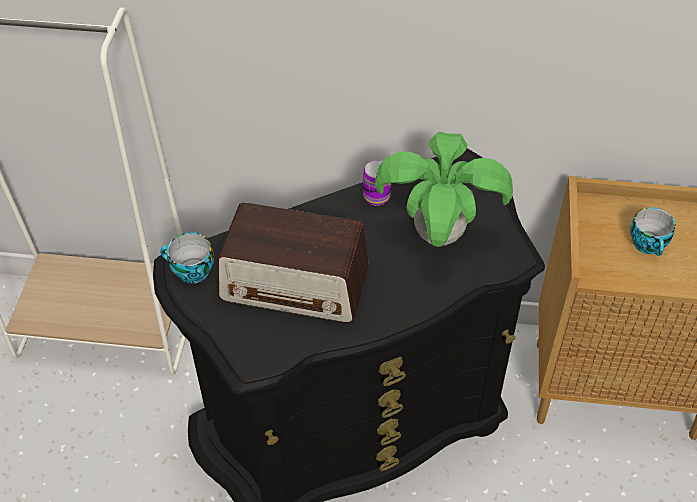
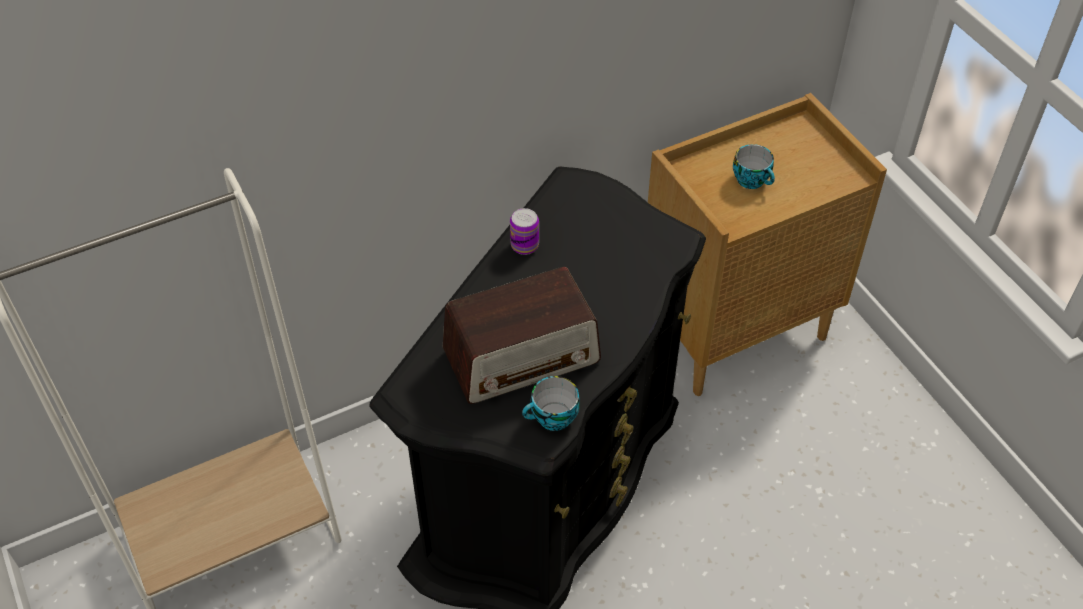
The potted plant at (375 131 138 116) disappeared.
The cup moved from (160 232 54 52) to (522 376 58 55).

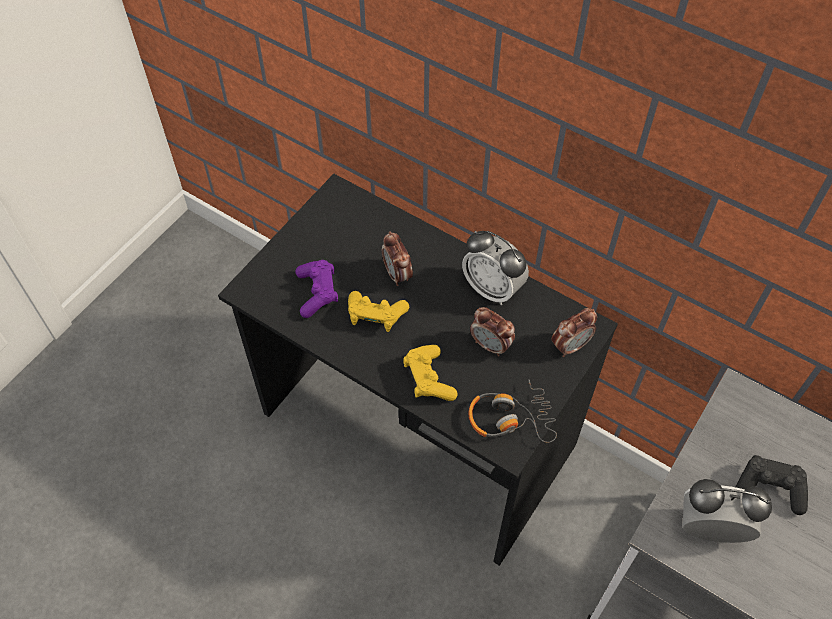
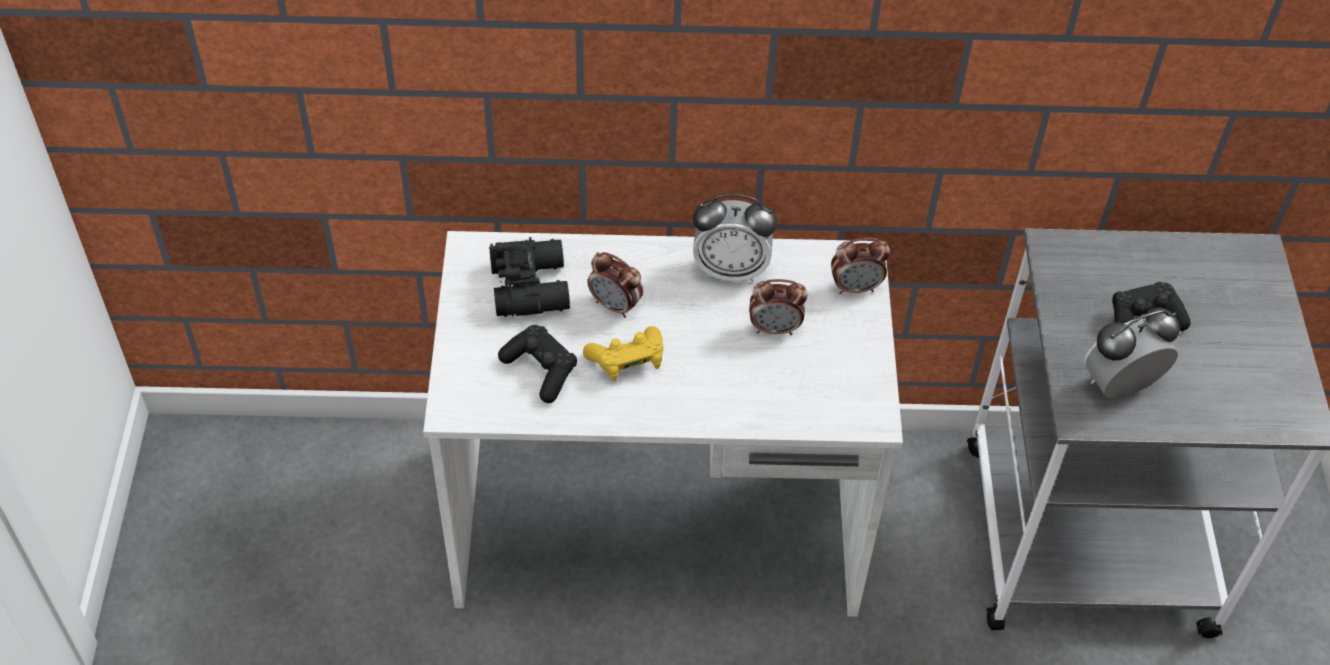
The game controller/yellow at (403 345 54 56) disappeared.
The headphones at (469 380 88 63) disappeared.
The binoculars/black at (489 237 81 80) appeared.
The desk/black at (218 174 400 392) became the desk/white at (423 231 480 386).
The game controller/purple at (295 260 43 58) became the game controller/black at (498 325 79 78).
The alarm clock at (552 308 45 49) turned 60 degrees clockwise.

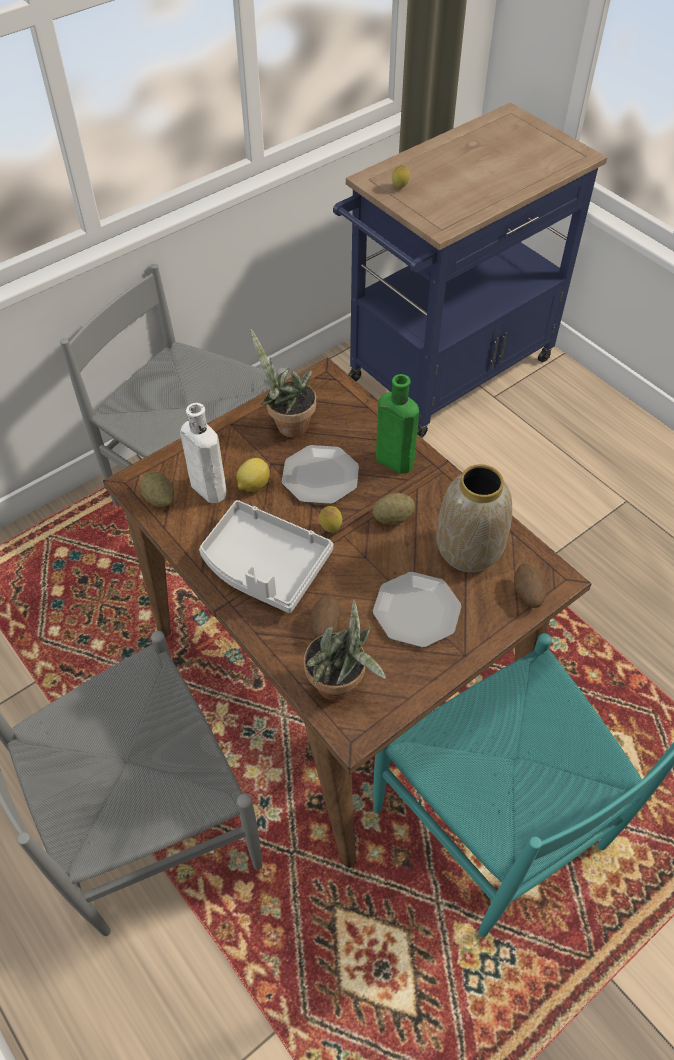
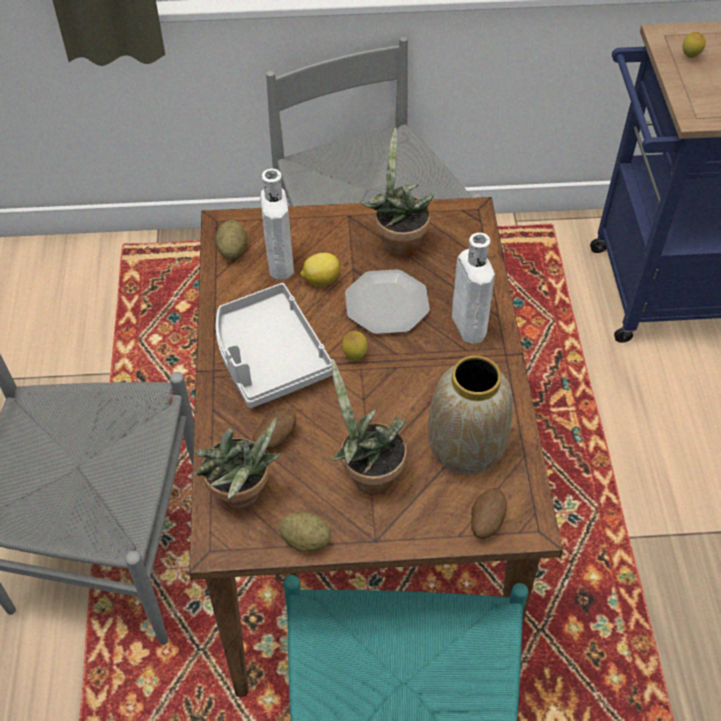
The potato moved from (373 493 42 32) to (279 512 52 40).
The plate at (373 572 88 76) was replaced by the potted plant at (332 358 75 137).
The bottle/green at (376 374 43 100) became the bottle/white at (452 232 43 112).

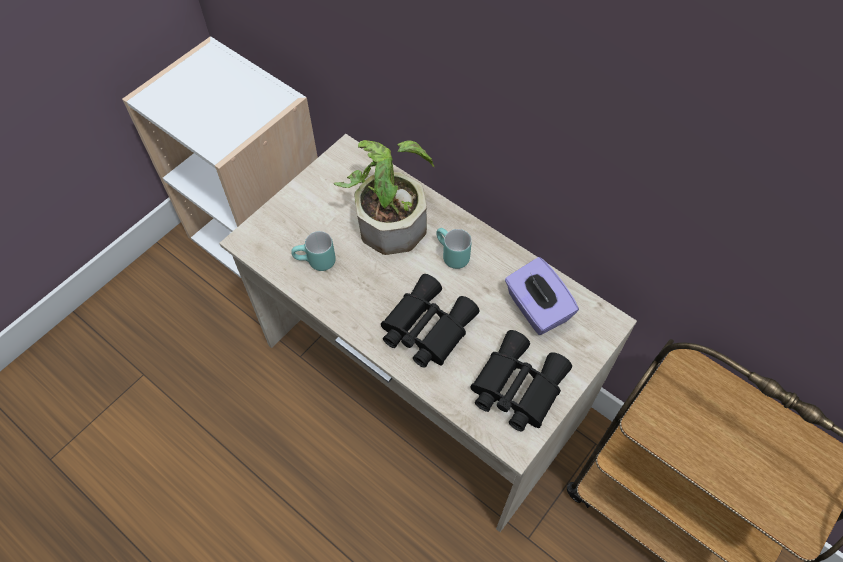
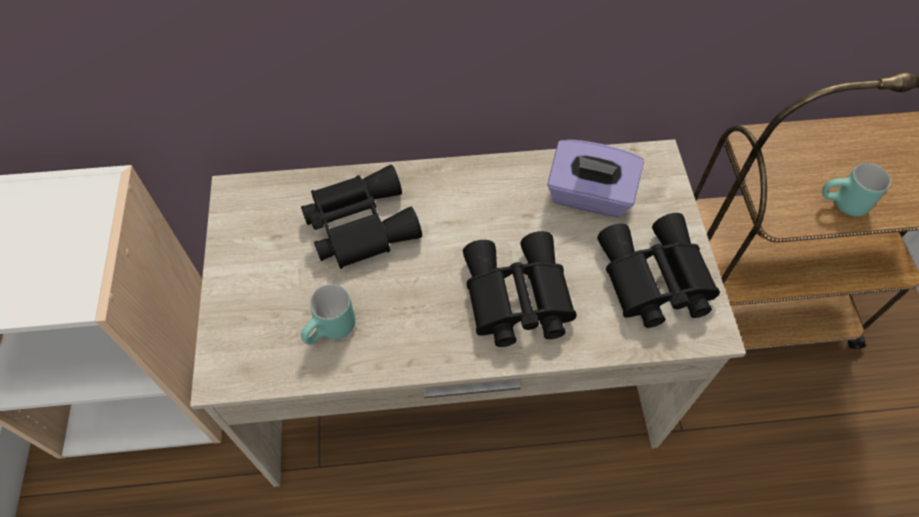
The mug/turquoise moved from (436 228 36 41) to (822 163 69 53).
The potted plant at (334 140 100 115) was replaced by the binoculars/black at (301 165 121 104).

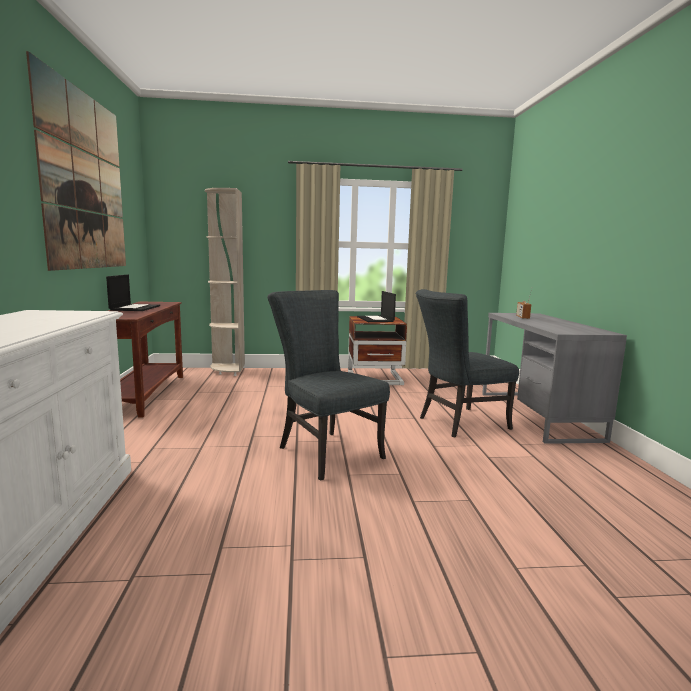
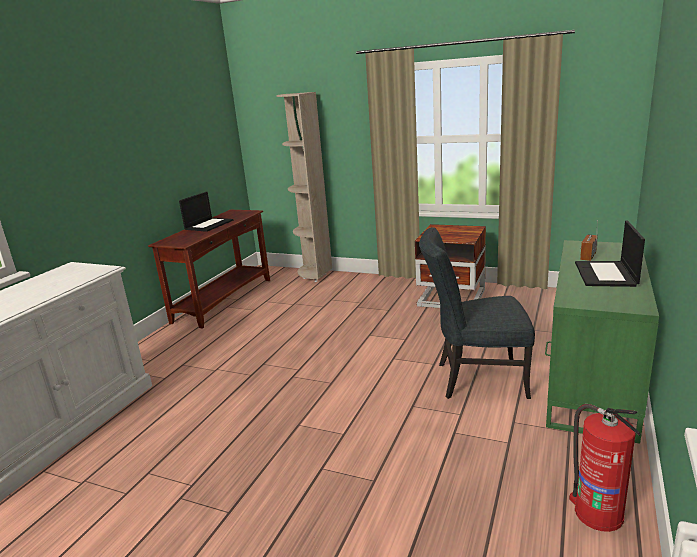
The picture at (26 51 100 220) disappeared.
The chair/grey at (267 290 123 191) disappeared.
The fire extinguisher at (569 404 72 128) appeared.
The laptop moved from (357 291 39 31) to (575 220 70 67).
The desk/grey at (482 313 145 131) became the desk/green at (545 240 114 204).

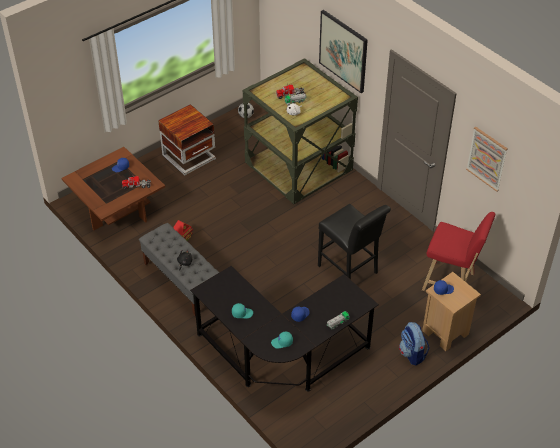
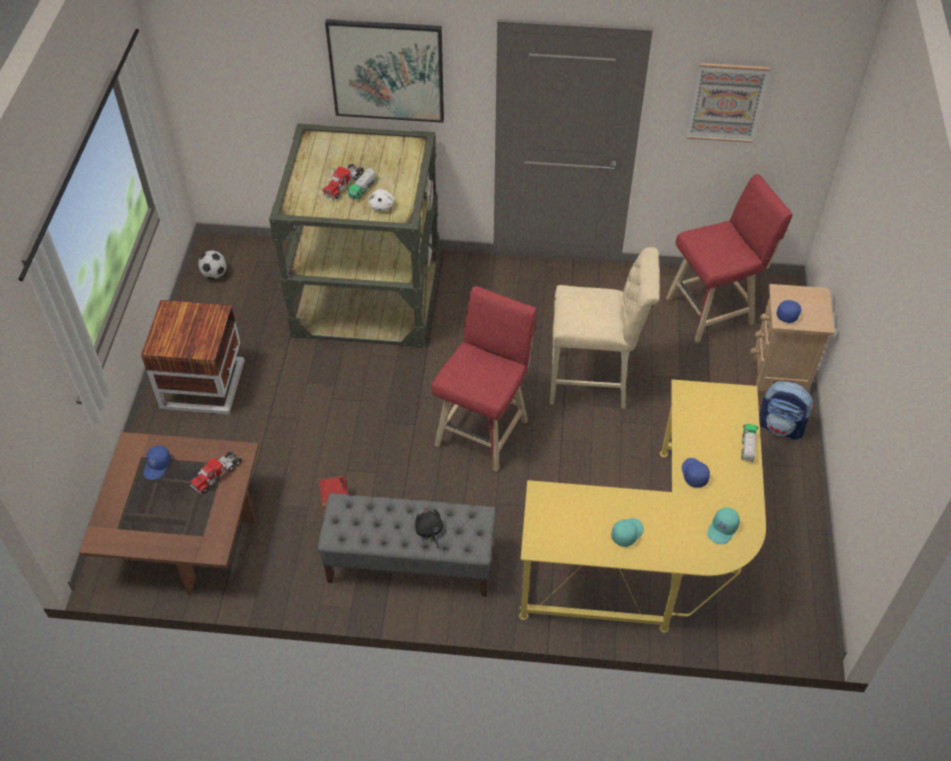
The stool/red at (431 286 105 185) appeared.
The desk/black at (190 266 189 126) became the desk/yellow at (519 379 247 254).
The stool/black at (318 204 73 76) became the stool/beige at (550 247 110 162).

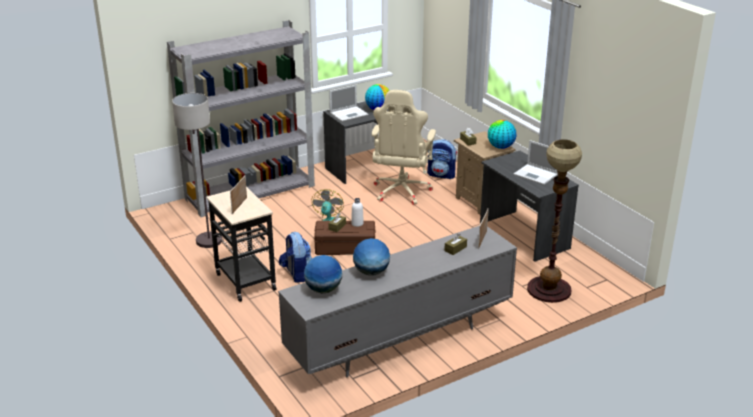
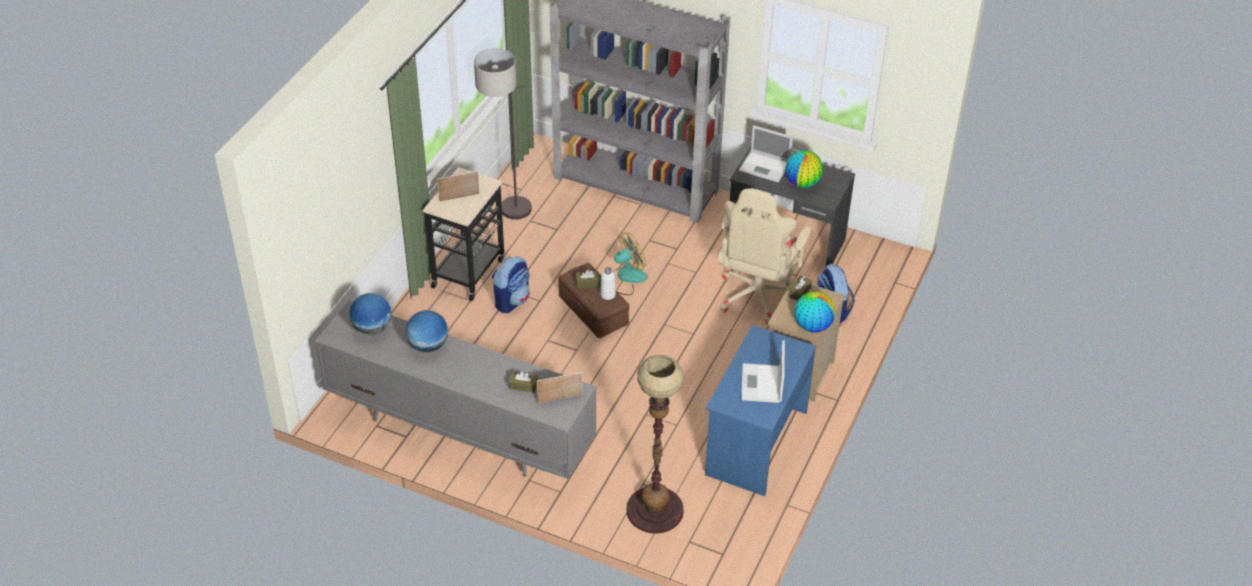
The desk/grey at (480 151 99 111) became the desk/blue at (705 325 111 171).
The office chair/beige at (372 90 64 115) turned 45 degrees counterclockwise.

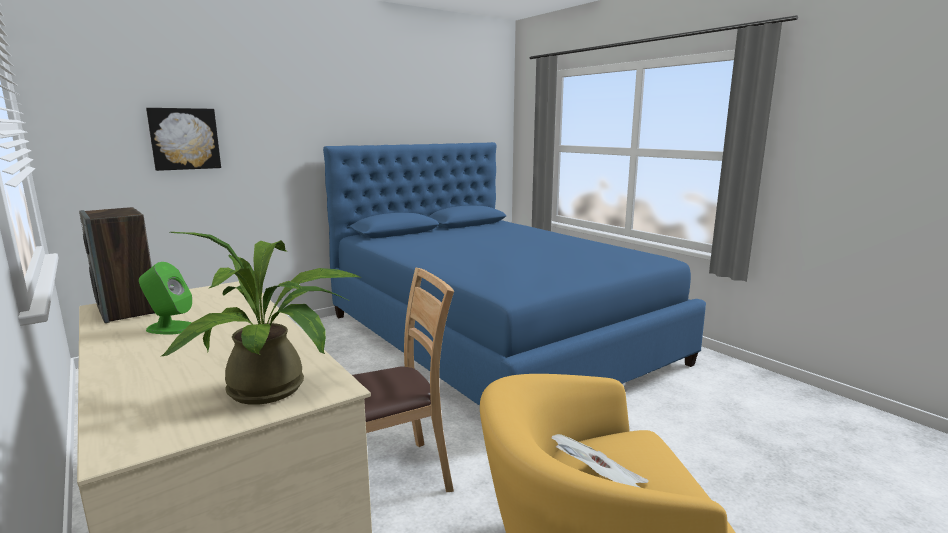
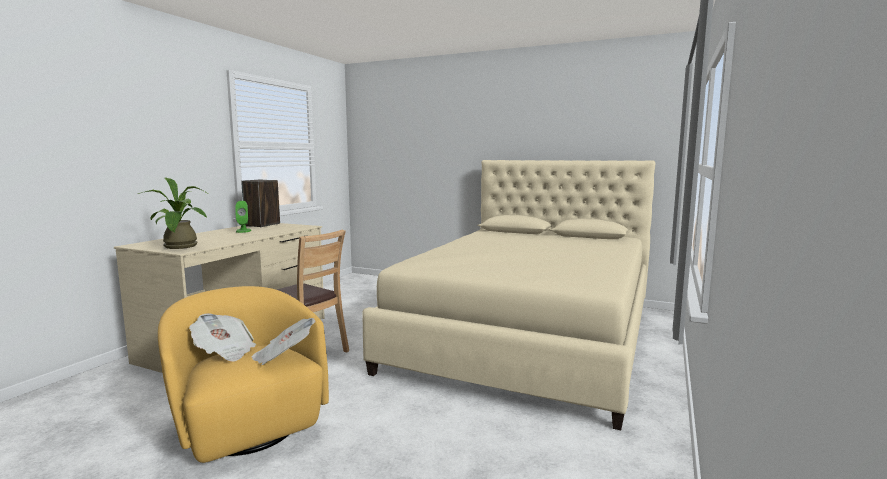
The picture at (146 108 75 63) disappeared.
The newspaper at (251 318 65 47) appeared.
The bed/blue at (323 142 383 264) became the bed/beige at (362 160 293 270).

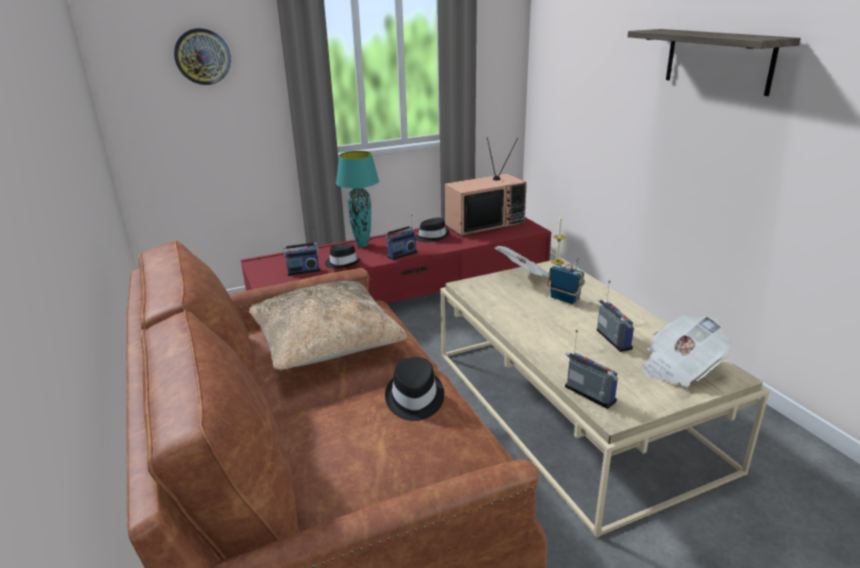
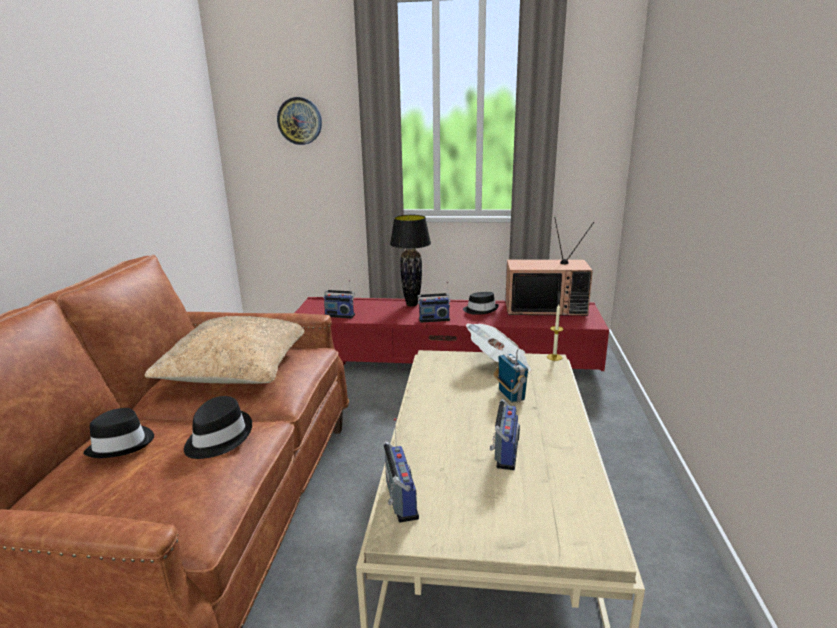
The shelf at (628 29 173 67) disappeared.
The newspaper at (641 316 91 71) disappeared.
The hat/black moved from (325 244 36 25) to (83 408 71 50).
The table lamp/turquoise at (336 151 43 96) became the table lamp/black at (390 215 41 92).

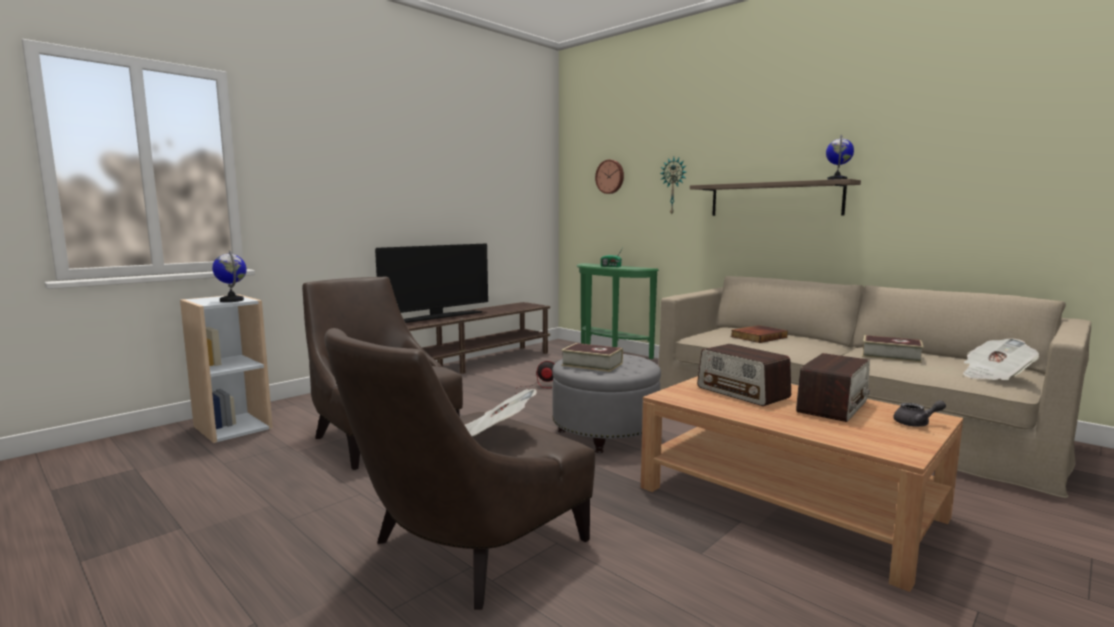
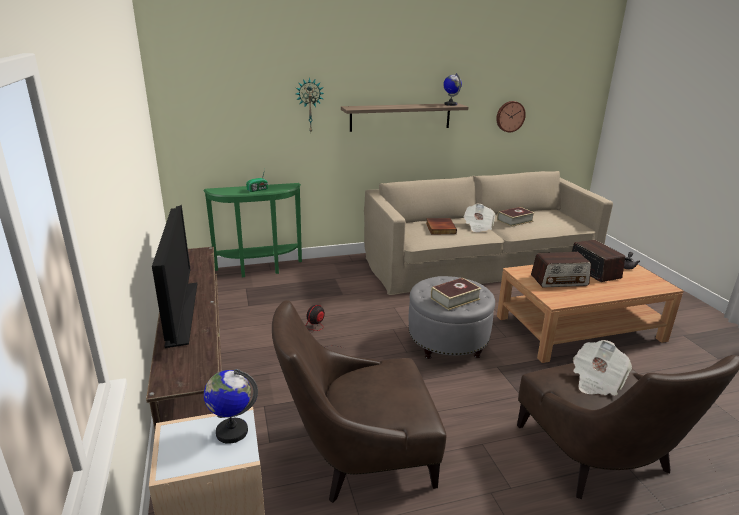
The wall clock moved from (595 160 29 34) to (496 101 30 31).
The newspaper moved from (963 338 76 42) to (463 204 33 28).

